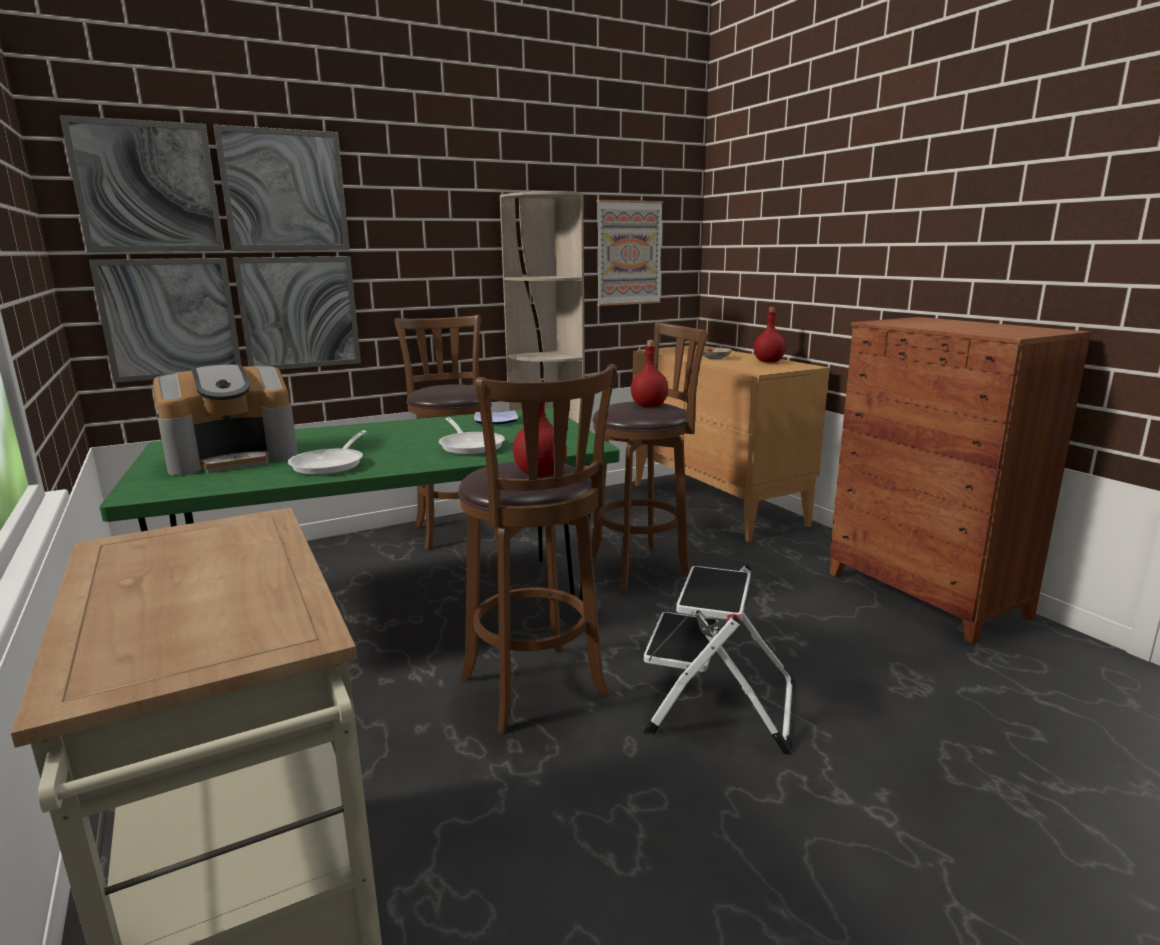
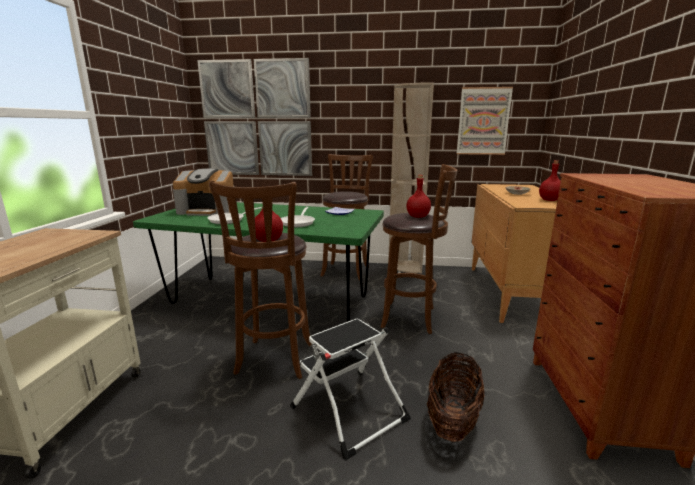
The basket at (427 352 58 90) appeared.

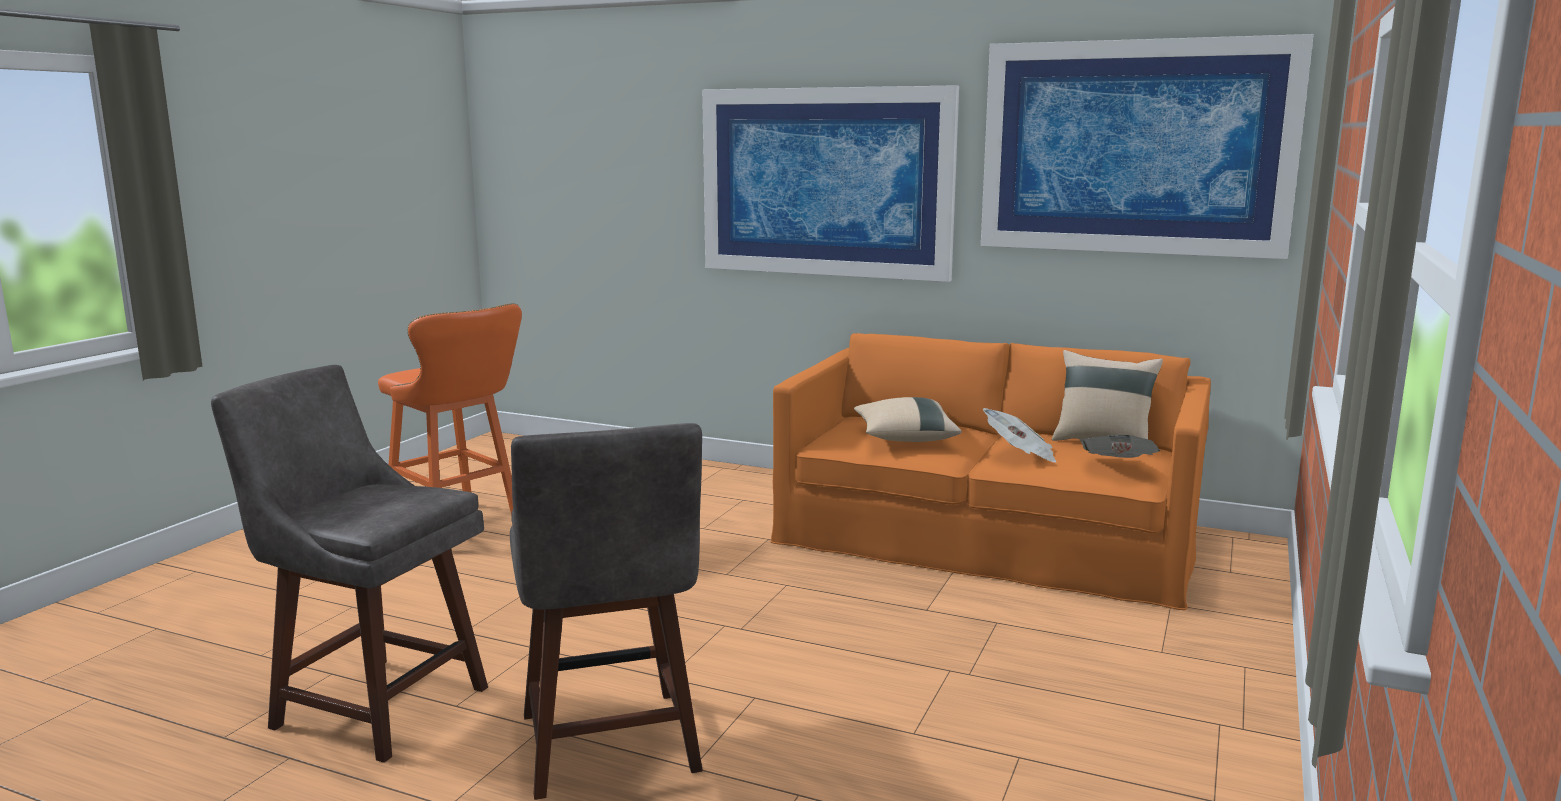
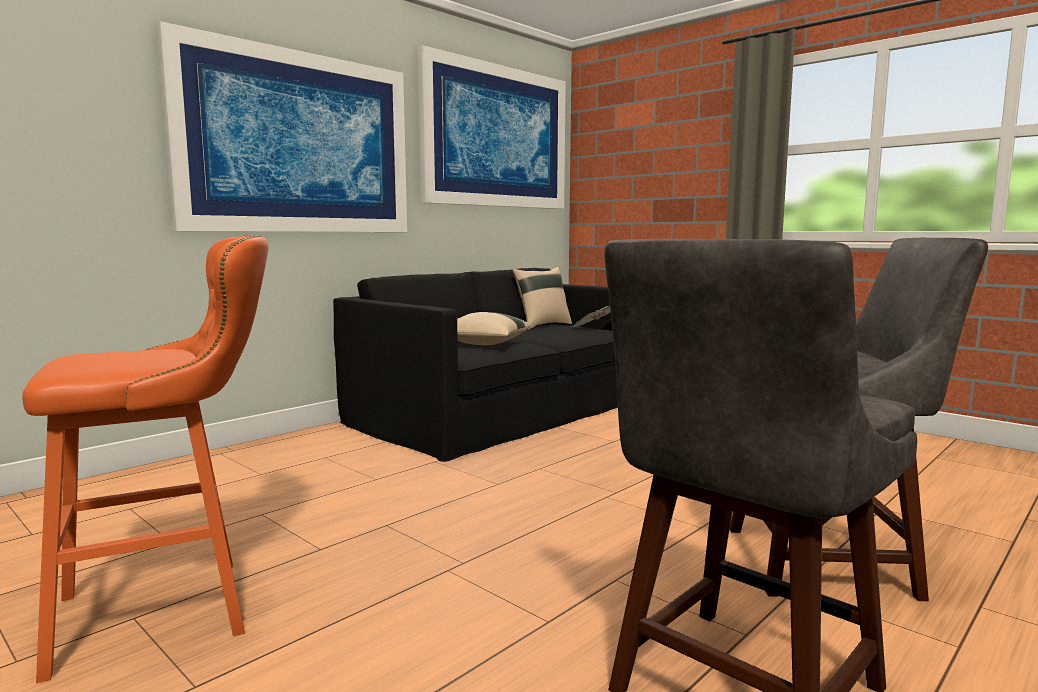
The newspaper at (983 408 74 55) disappeared.
The sofa/orange at (771 333 440 277) became the sofa/black at (333 268 285 194).

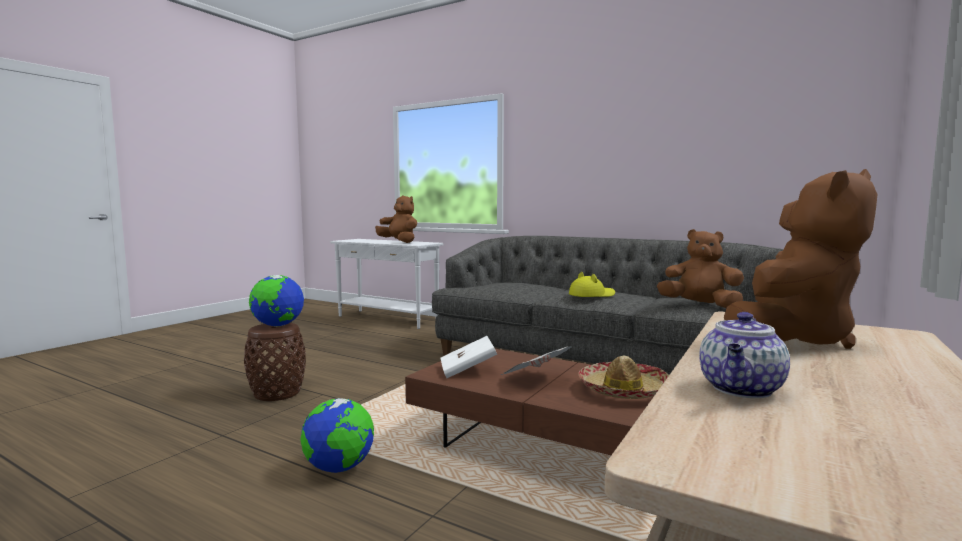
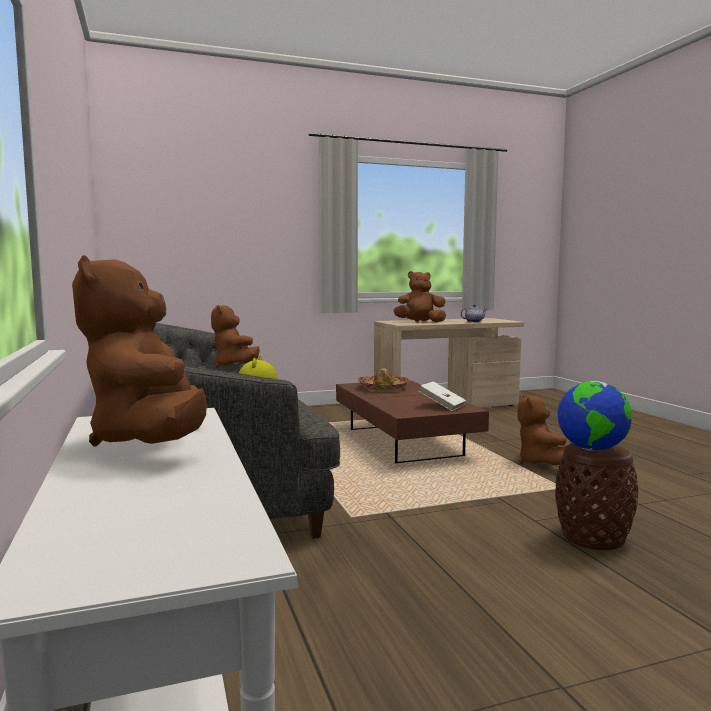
The newspaper at (501 346 71 29) disappeared.
The globe at (301 398 73 75) was replaced by the plush toy/brown at (517 394 49 71).

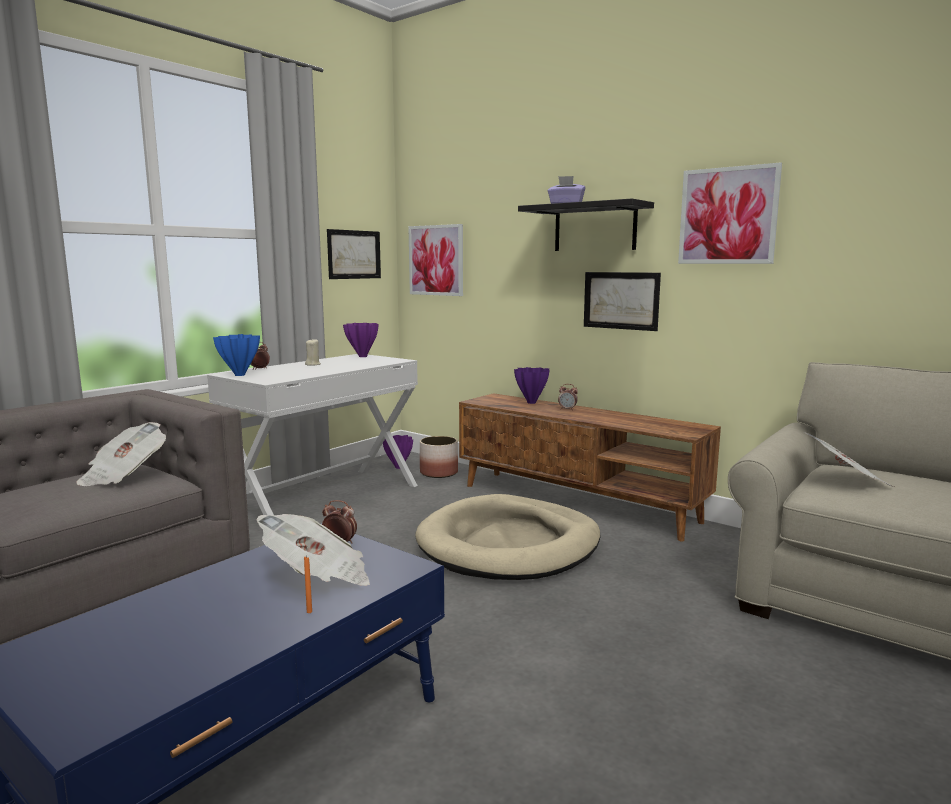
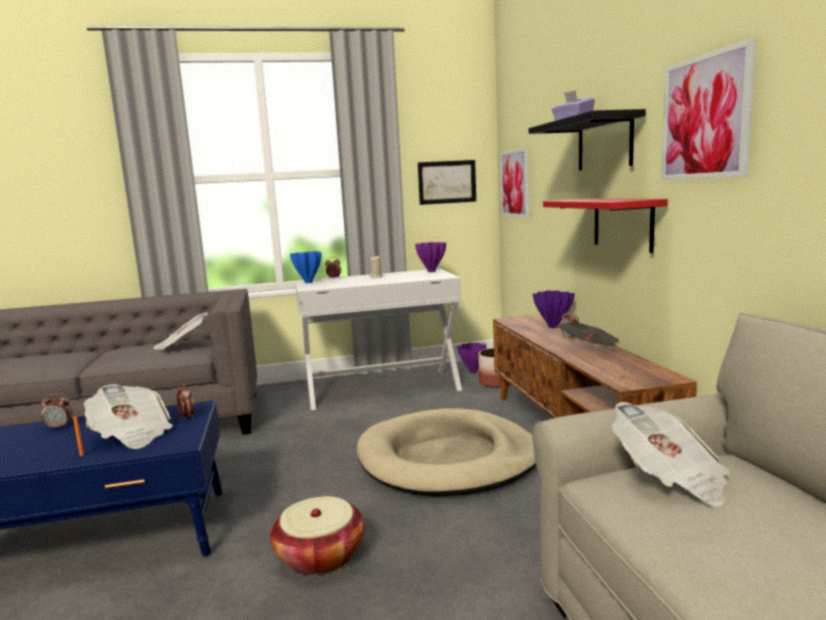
The alarm clock at (41 394 31 35) appeared.
The basket at (270 496 95 79) appeared.
The newspaper at (556 323 65 23) appeared.
The picture at (584 272 77 59) was replaced by the shelf/red at (543 199 125 54).

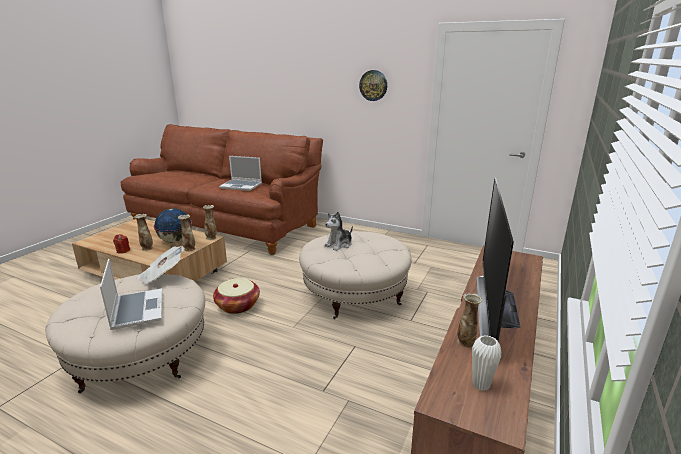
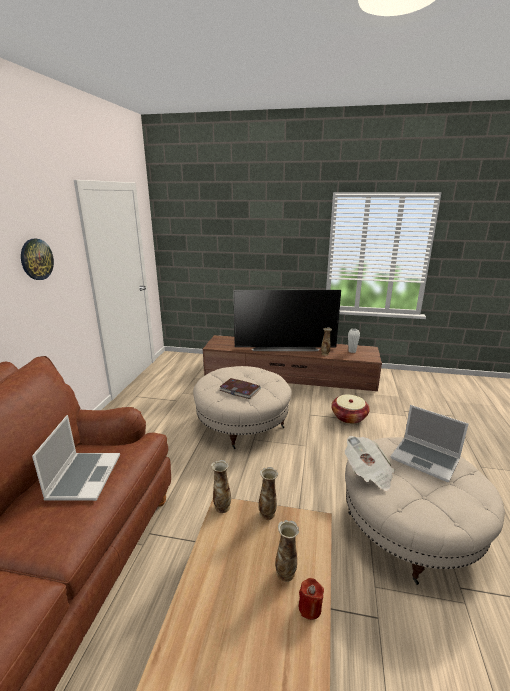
The globe at (154 208 38 35) disappeared.
The basket moved from (213 278 47 36) to (331 395 39 29).
The plush toy at (325 212 28 39) was replaced by the book at (219 378 41 21).
The laptop at (100 259 62 71) turned 105 degrees counterclockwise.

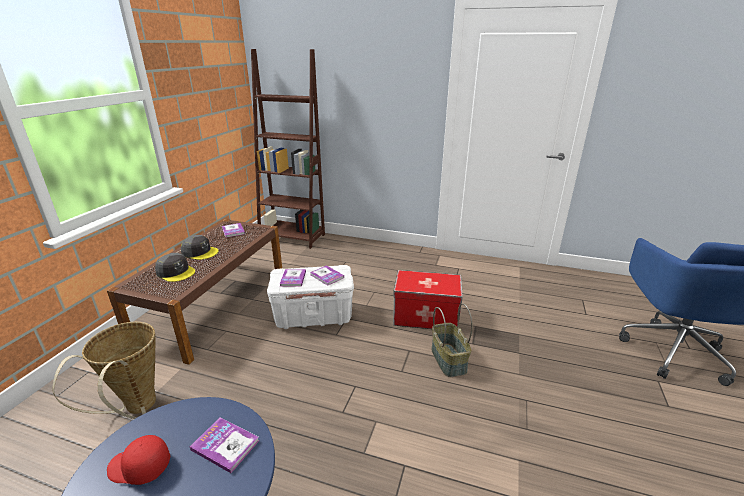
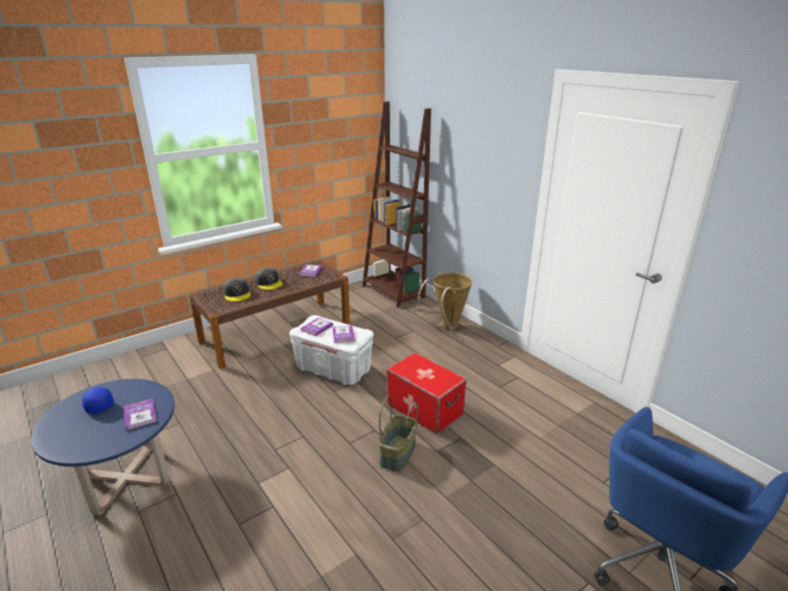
The basket moved from (52 322 104 97) to (418 272 54 60).
The cap/red at (107 435 63 50) became the cap/blue at (82 387 32 27).

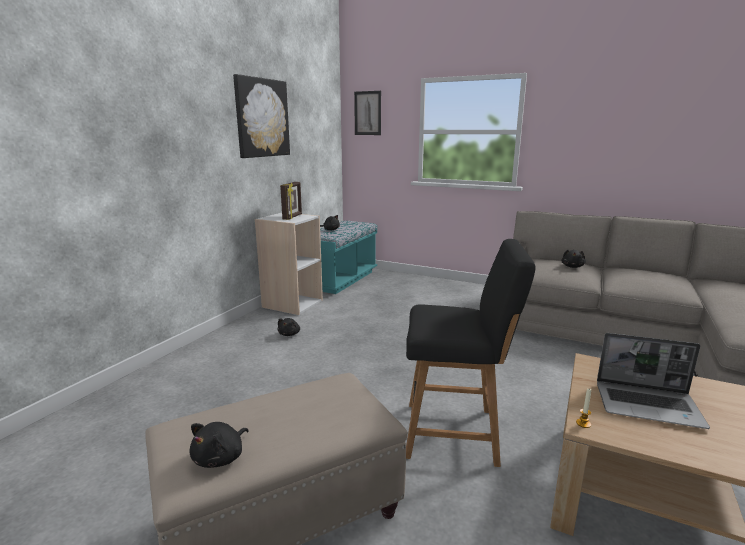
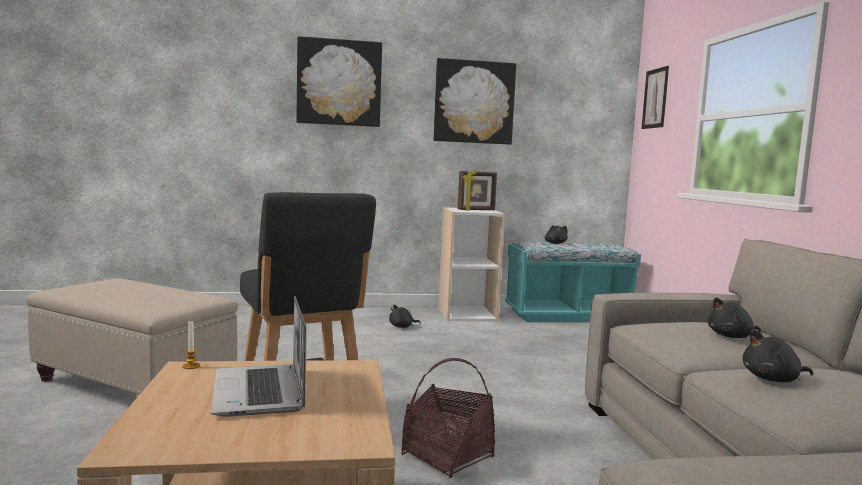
The picture at (296 36 86 91) appeared.
The basket at (401 358 94 120) appeared.
The plush toy/black moved from (189 422 60 46) to (743 330 70 52).

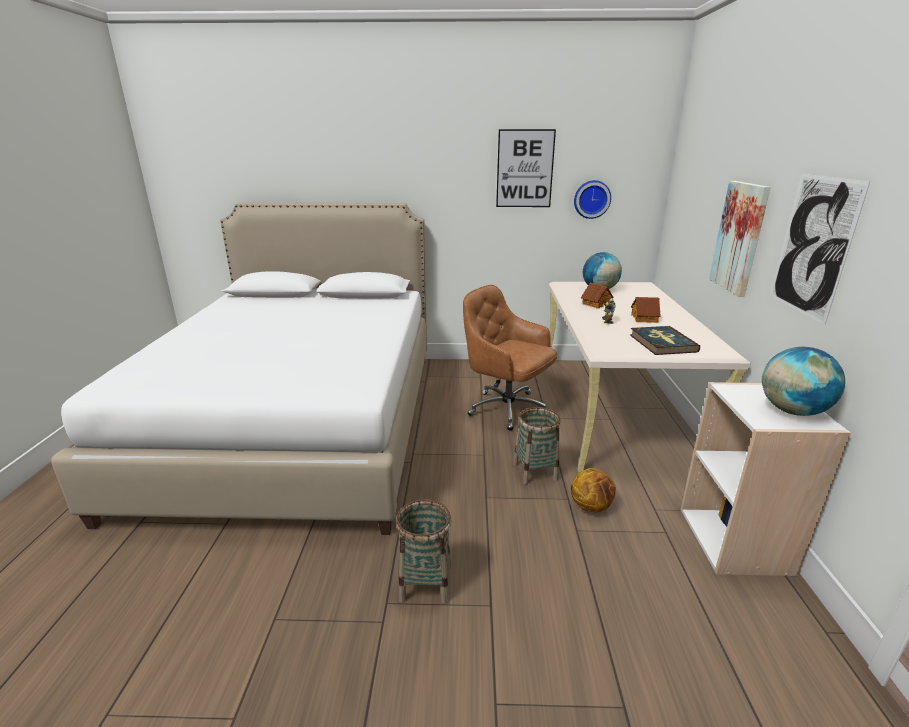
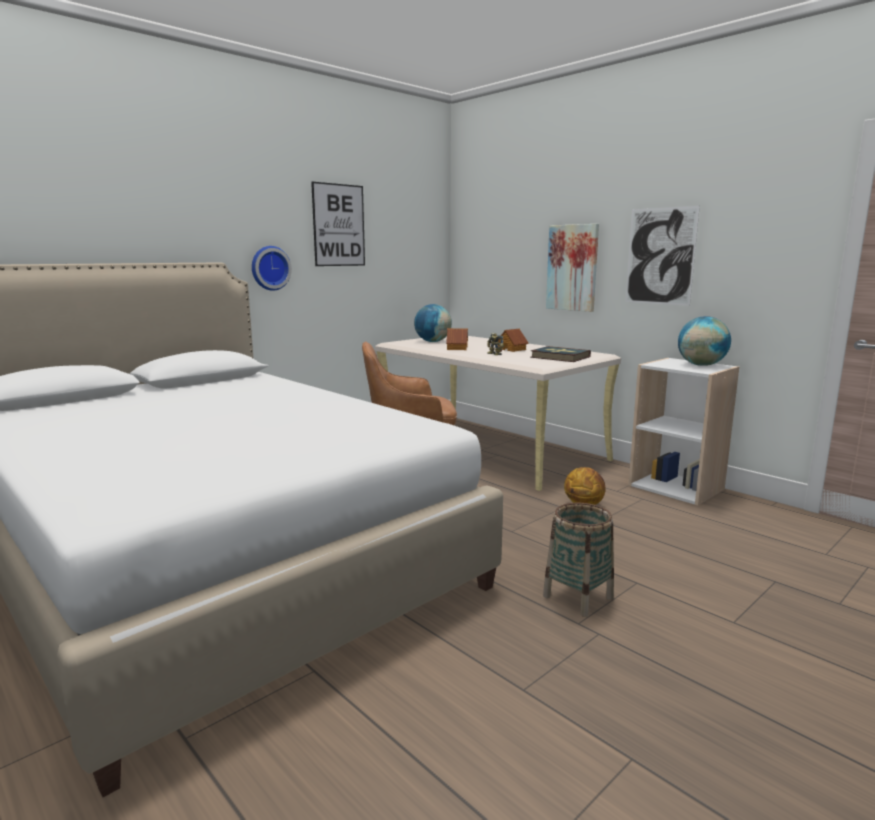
The basket at (513 407 47 78) disappeared.
The wall clock moved from (574 180 37 39) to (252 246 40 45).

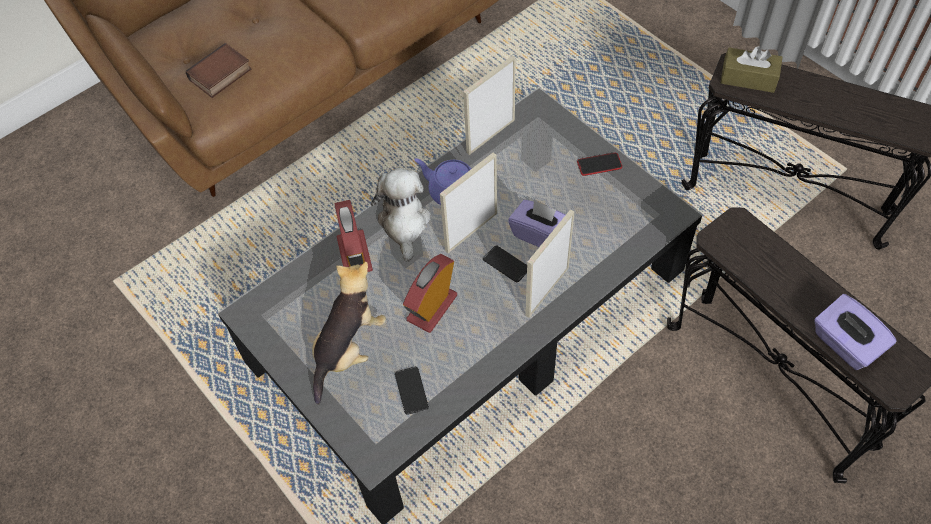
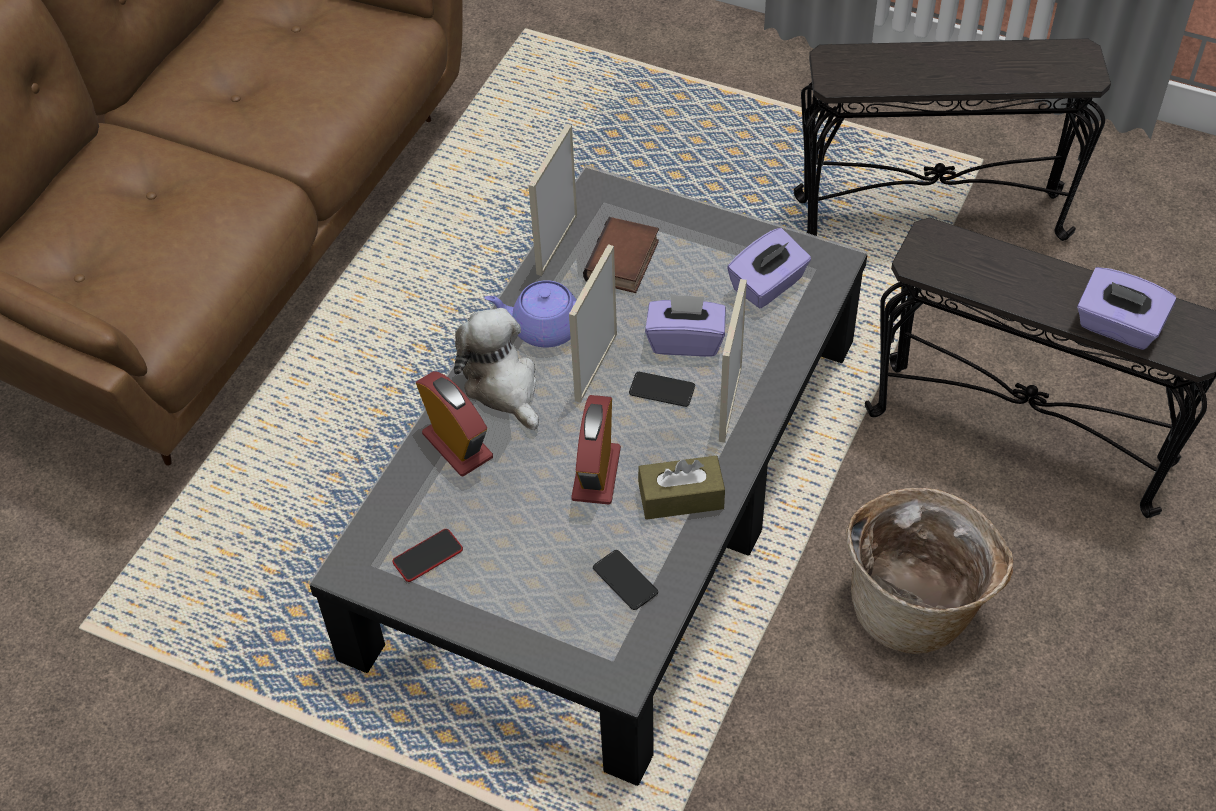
The plush toy at (312 262 74 143) disappeared.
The tissue box/purple at (727 228 84 80) appeared.
The basket at (846 488 167 166) appeared.
The book moved from (186 43 65 55) to (583 217 76 76).
The phone moved from (577 153 45 23) to (392 529 71 53).
The tissue box/brown moved from (720 46 63 47) to (638 455 87 65).

